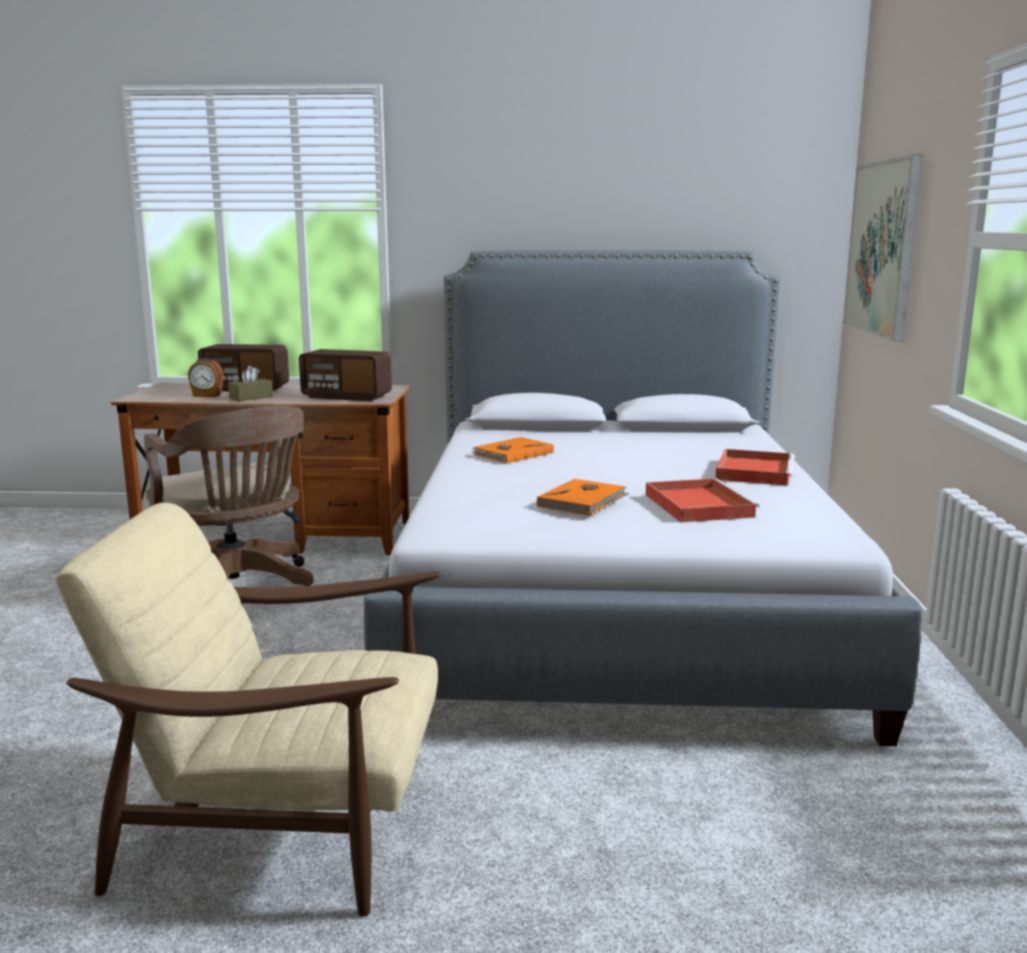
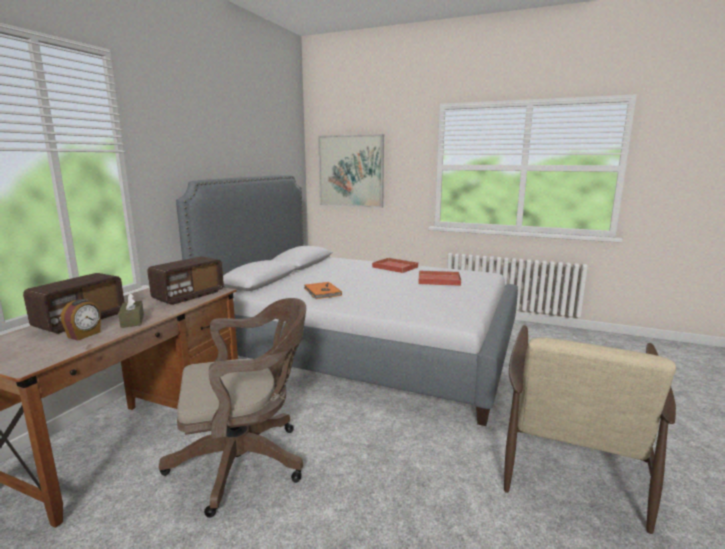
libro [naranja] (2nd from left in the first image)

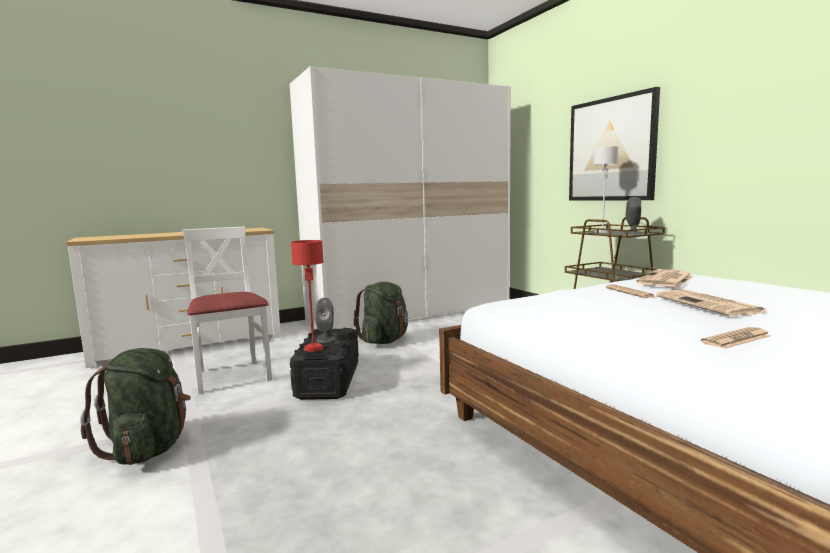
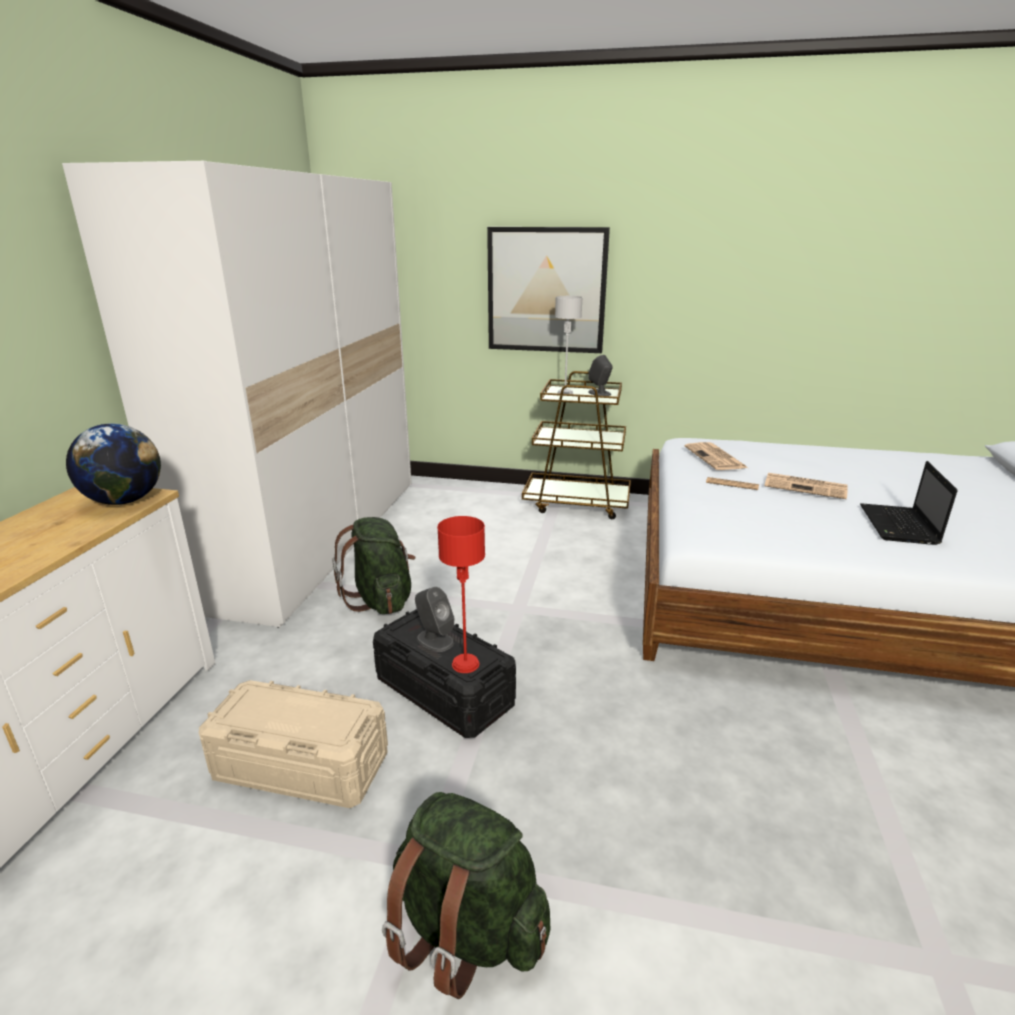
globo terráqueo
caja de almacenaje [beis]
portátil

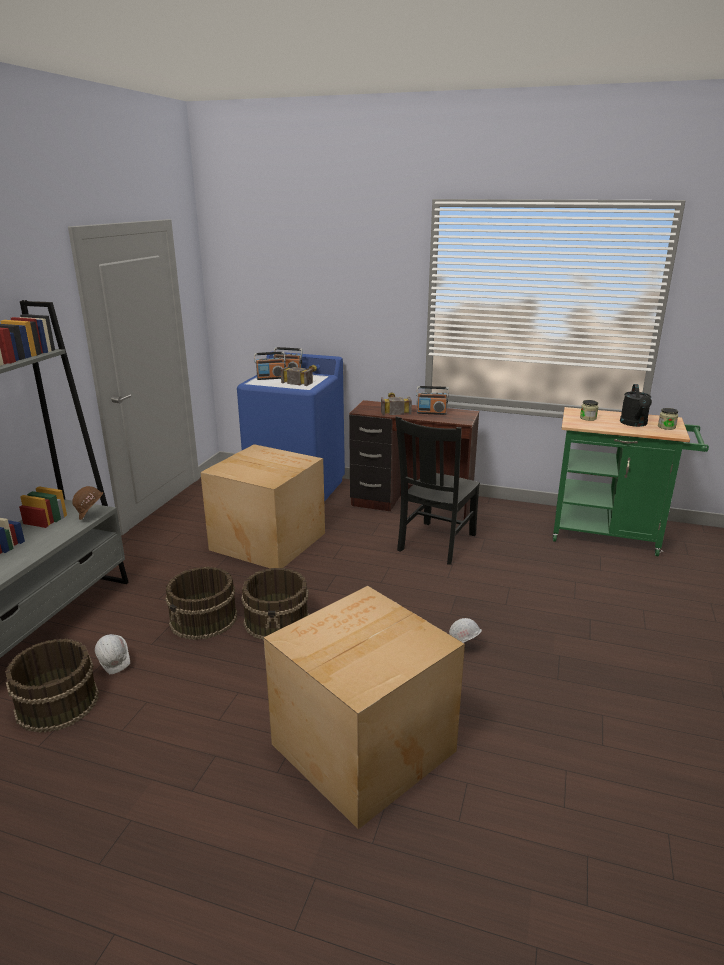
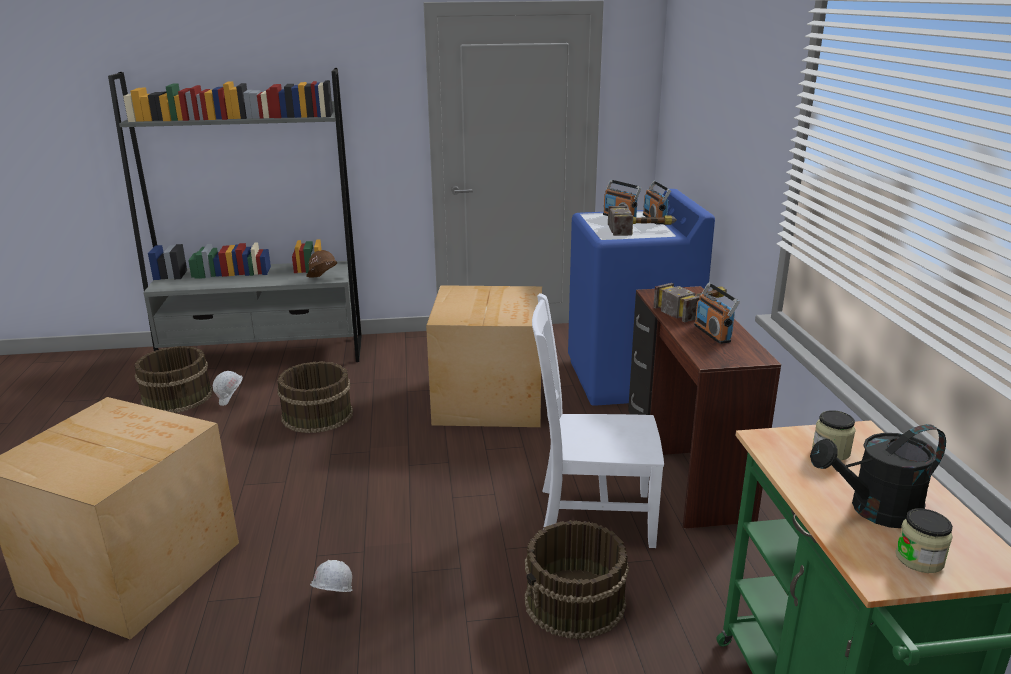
cubo [marrón] (3rd from left)
silla [blanco]

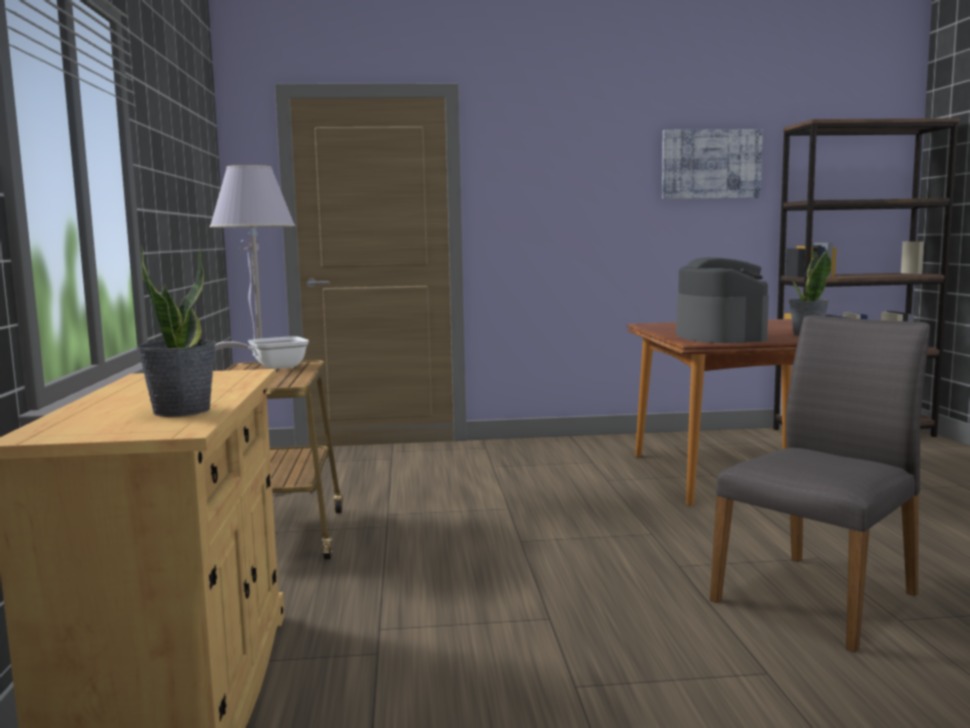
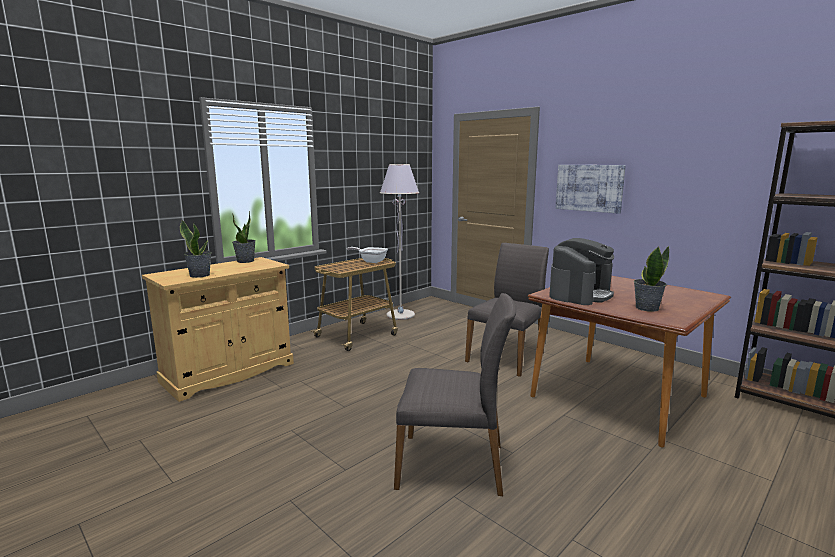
planta en maceta (2nd from left)
silla [gris] (2nd from left)
cuadro

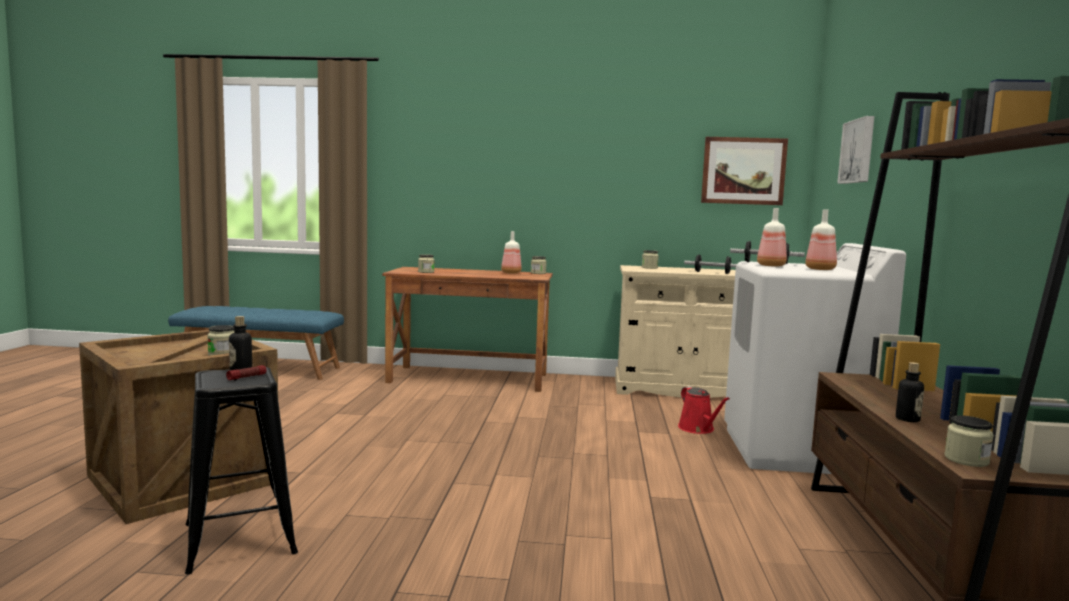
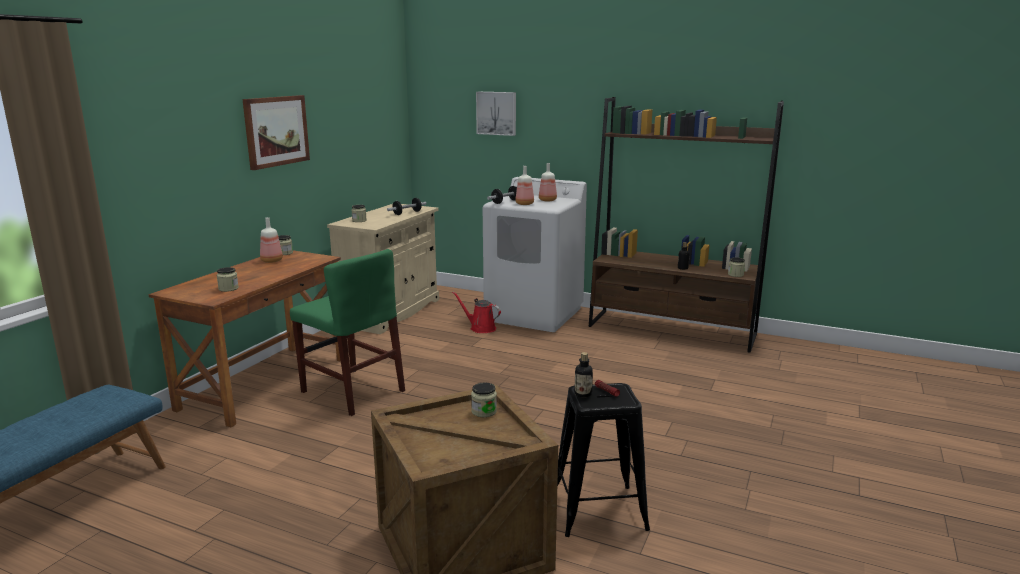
silla [verde]
cuadro (1st from left)
regadera [rojo]

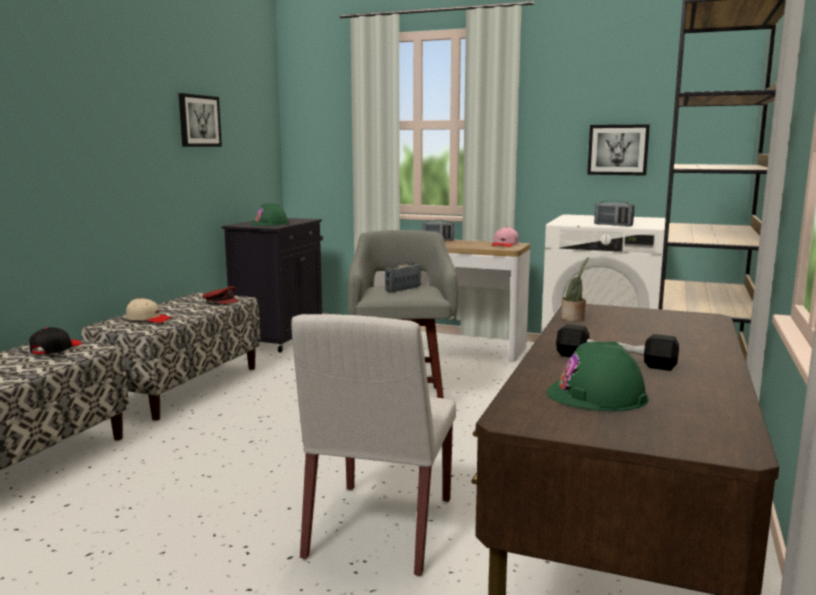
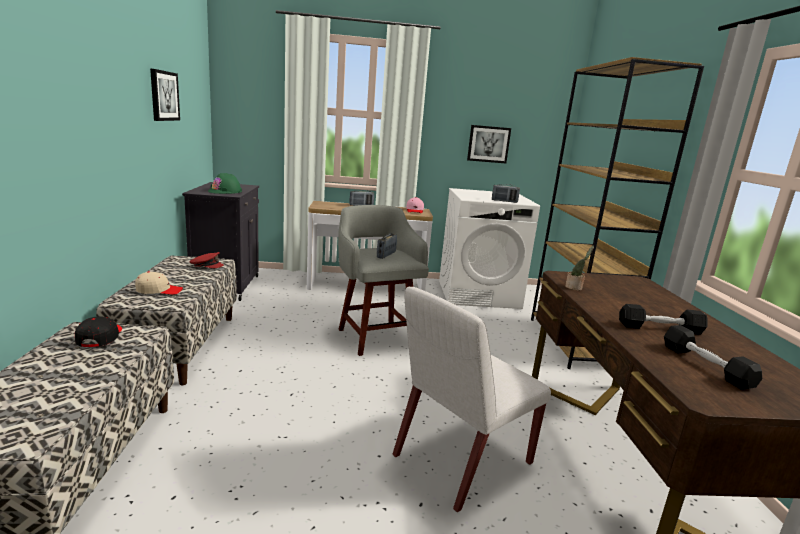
mancuerna [negro] (2nd from left)
silla [blanco]

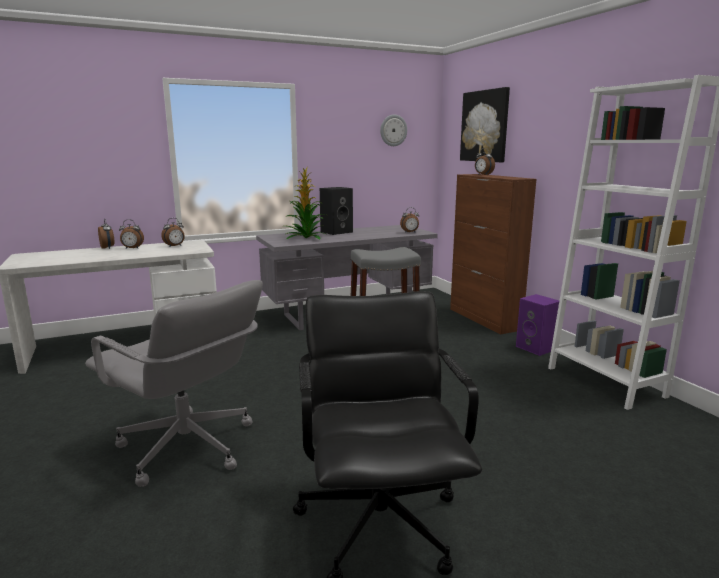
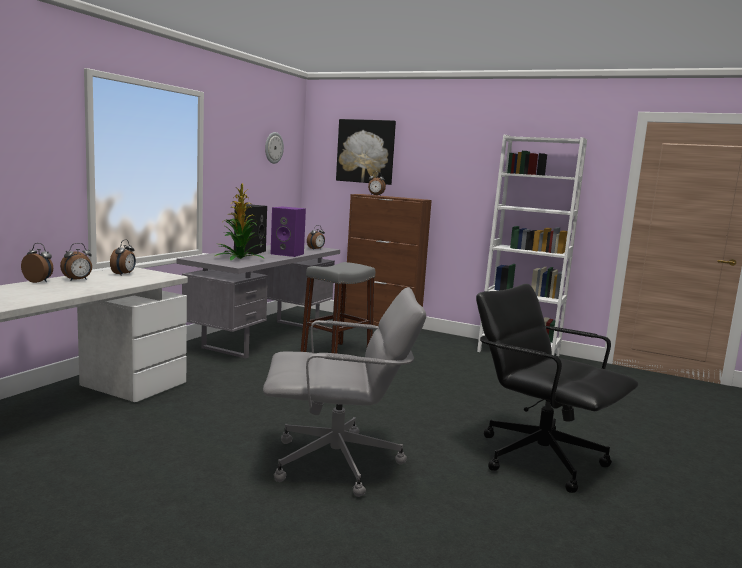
altavoz [morado]

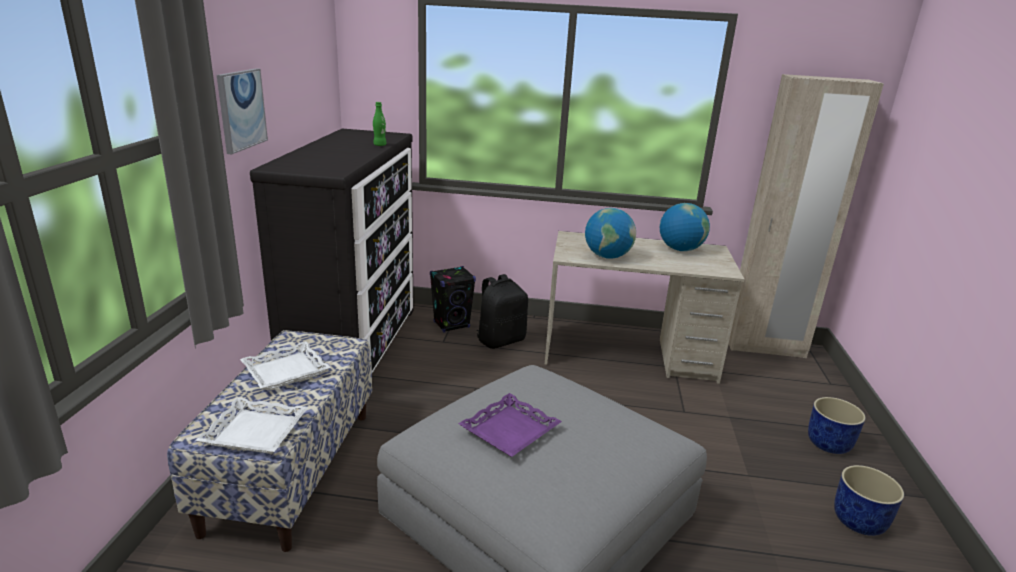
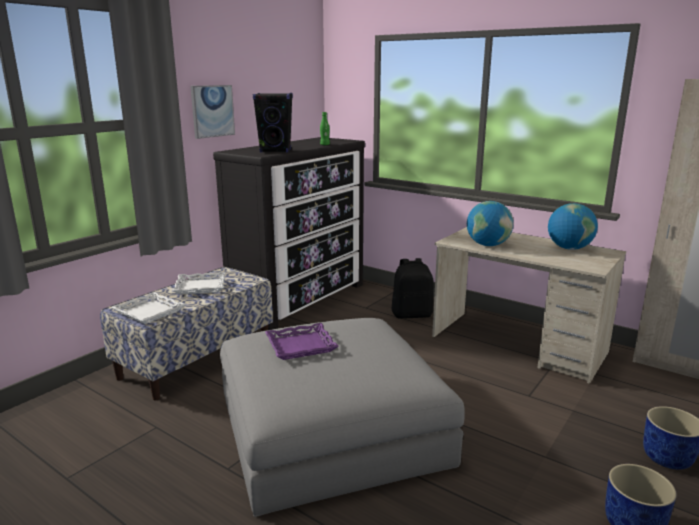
altavoz [negro]

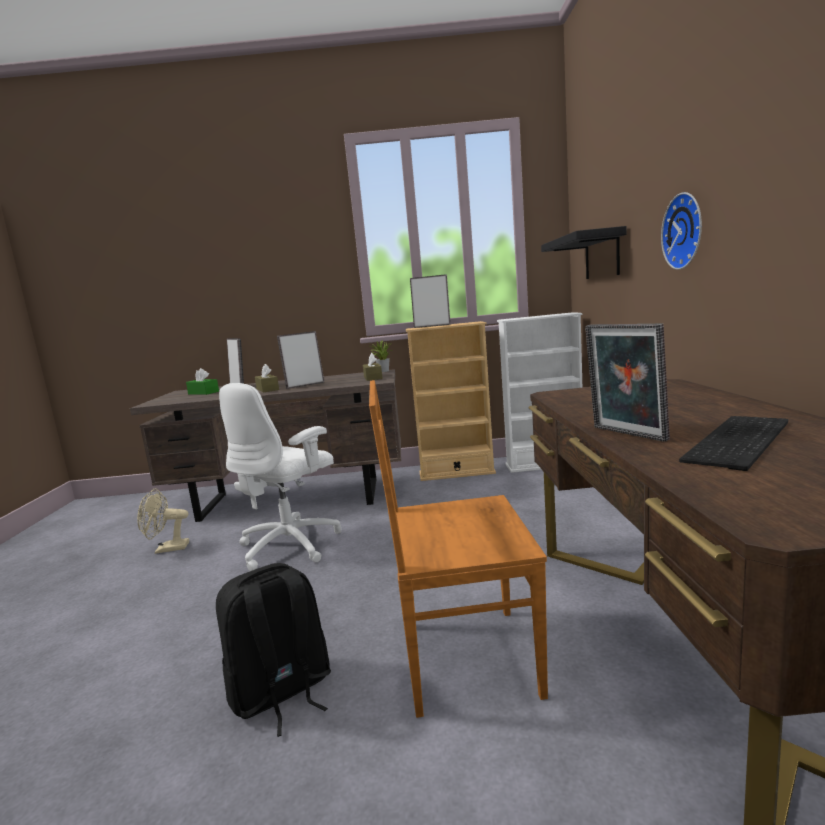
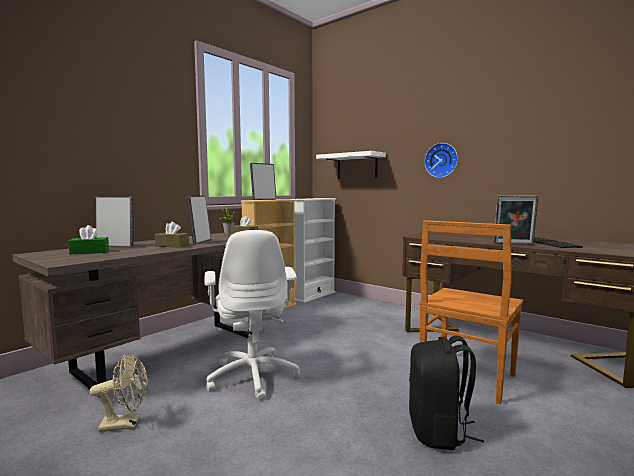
estante [blanco]
ventilador [beis]

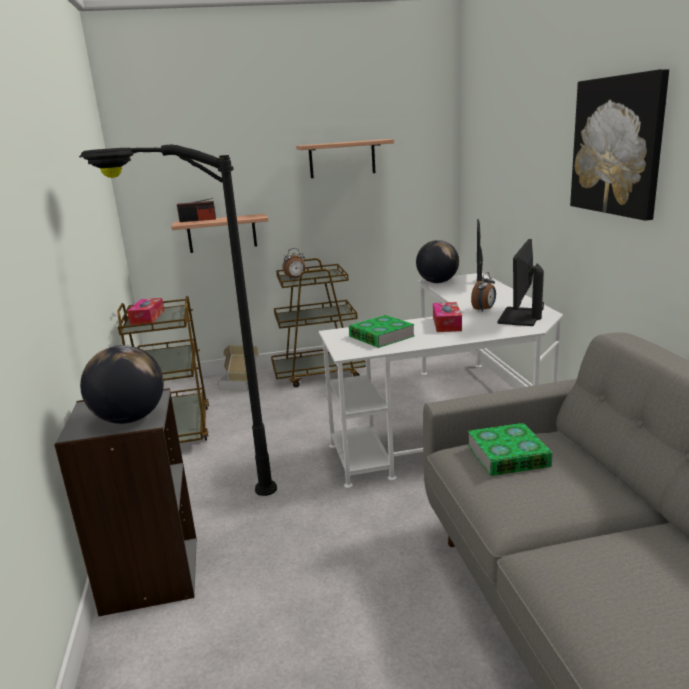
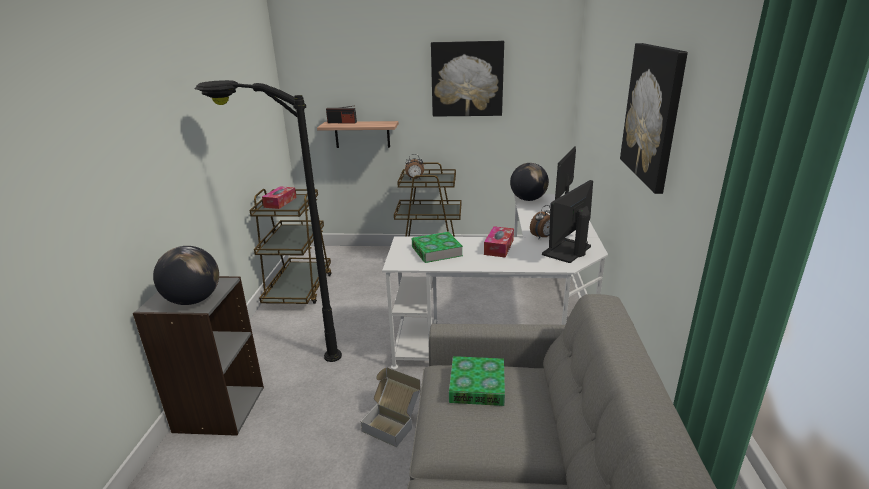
caja de cartón
cuadro (1st from left)

